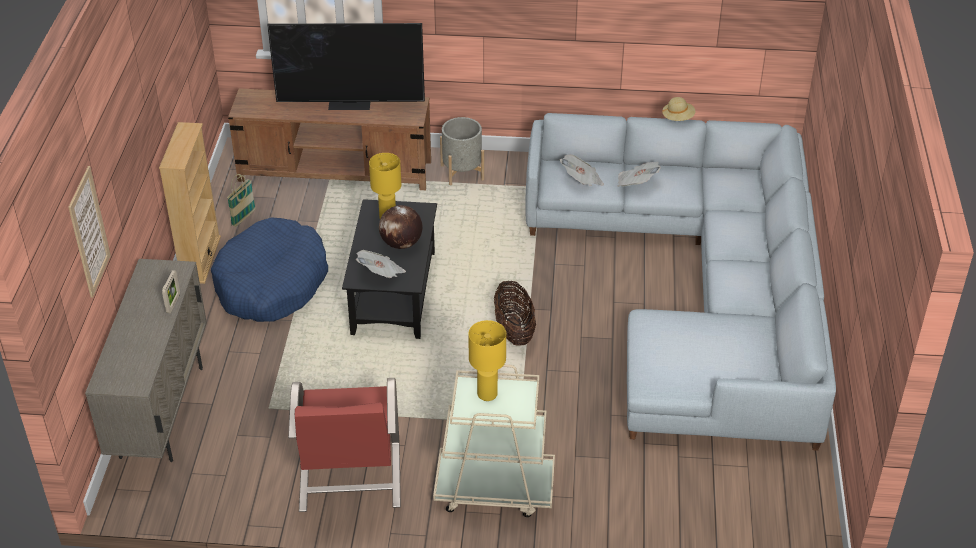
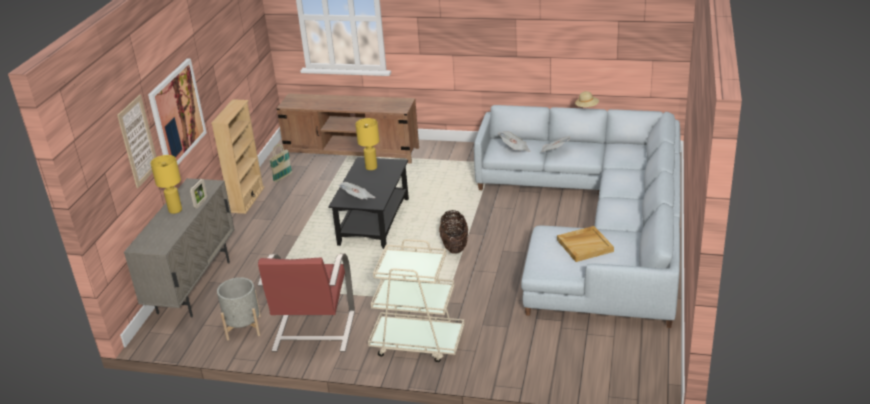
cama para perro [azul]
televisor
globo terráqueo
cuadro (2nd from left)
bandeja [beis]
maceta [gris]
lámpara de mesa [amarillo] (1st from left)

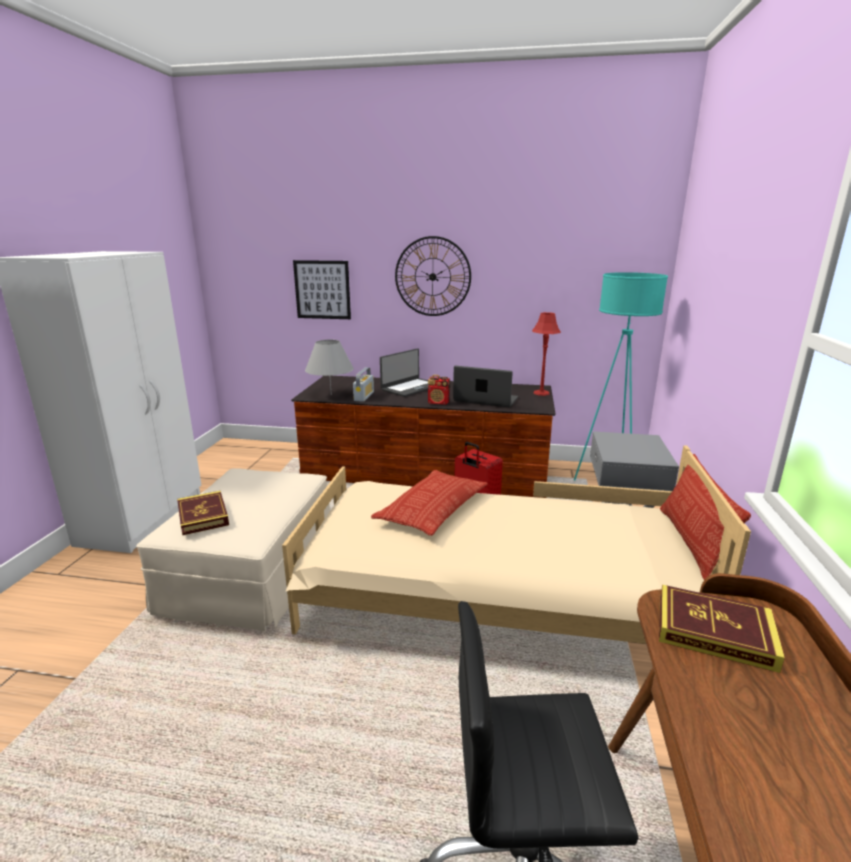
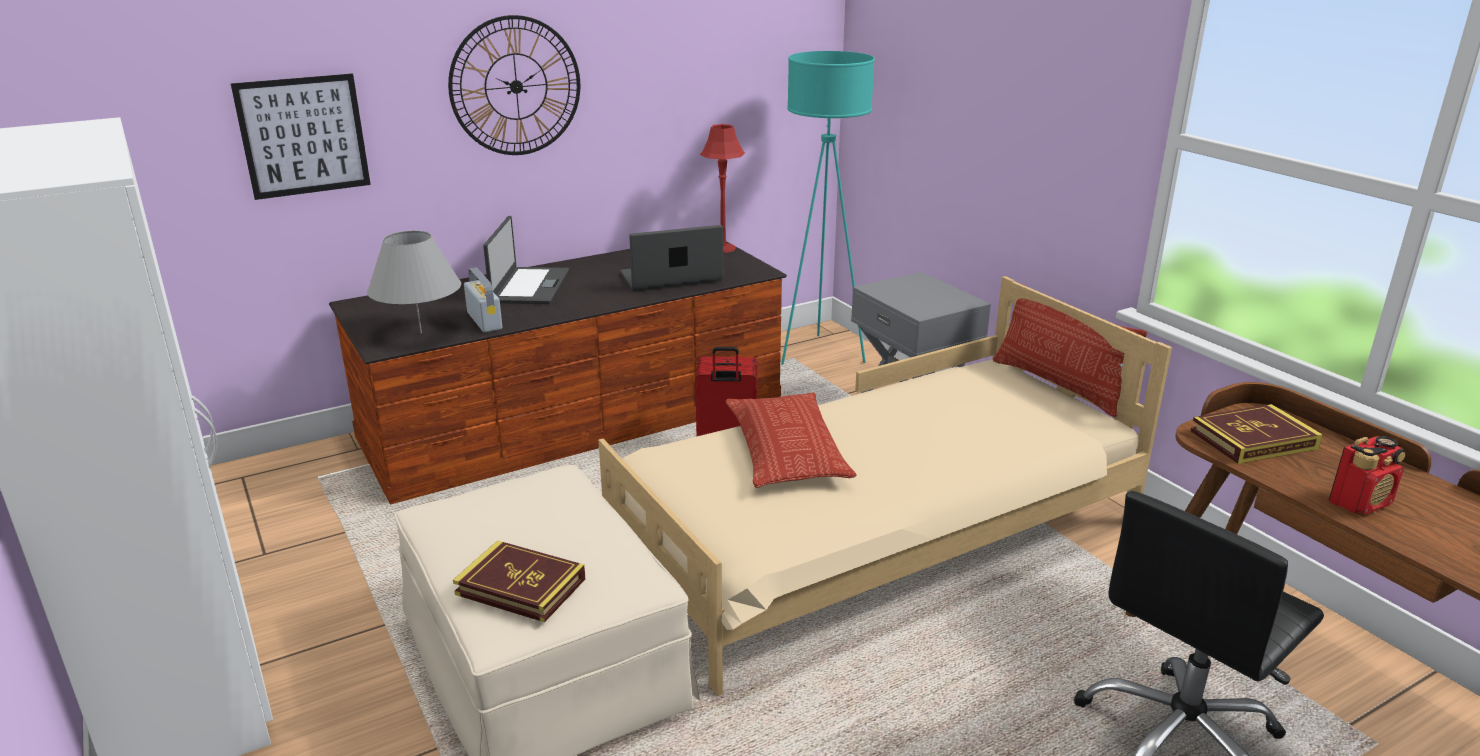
radio (2nd from left)

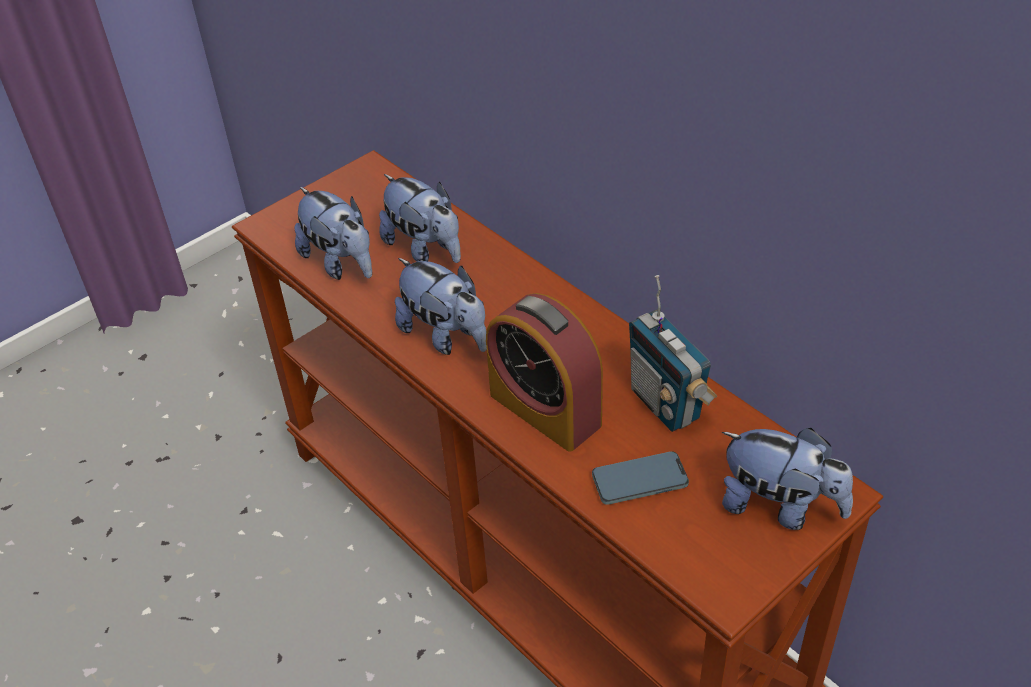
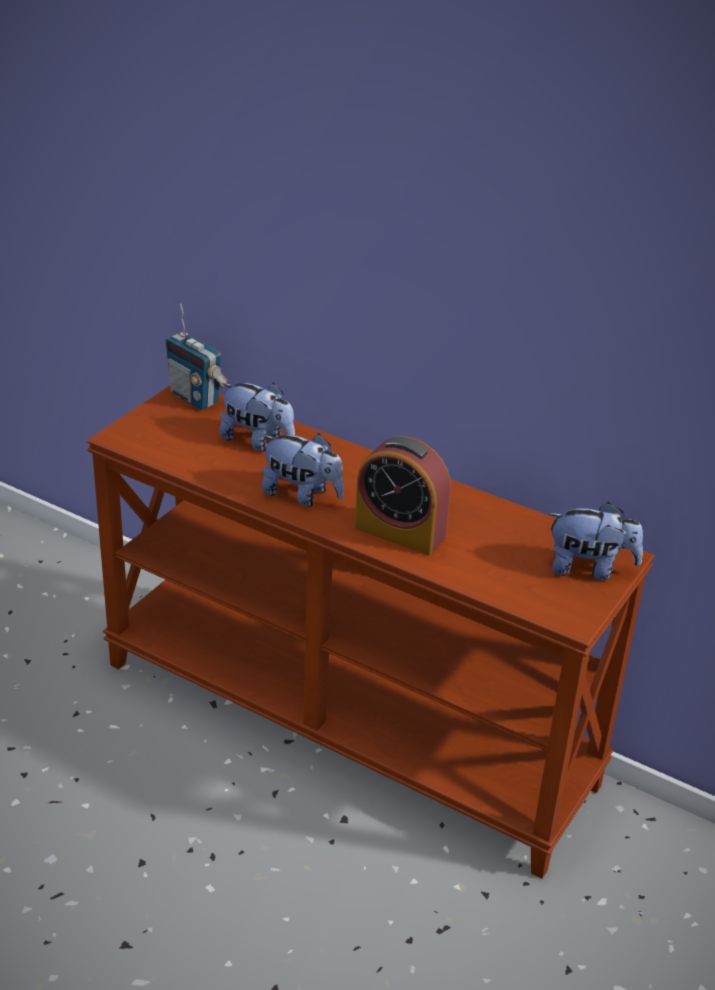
peluche (1st from left in the first image)
móvil
radio

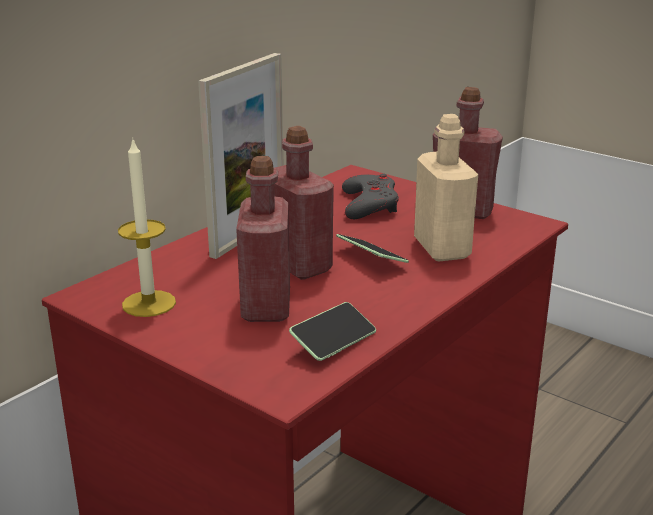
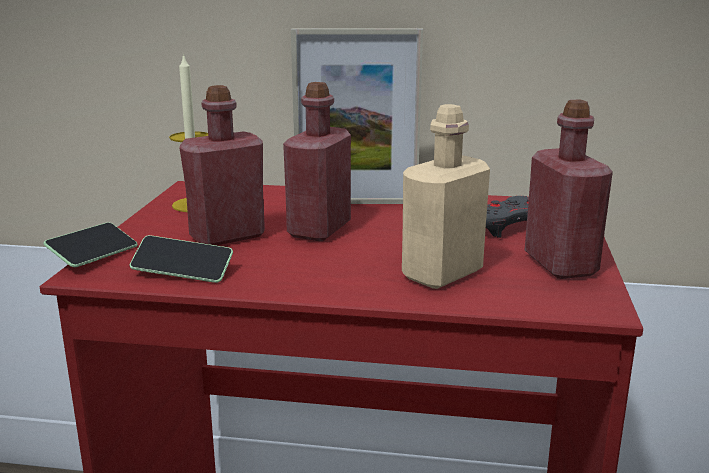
móvil (1st from left)

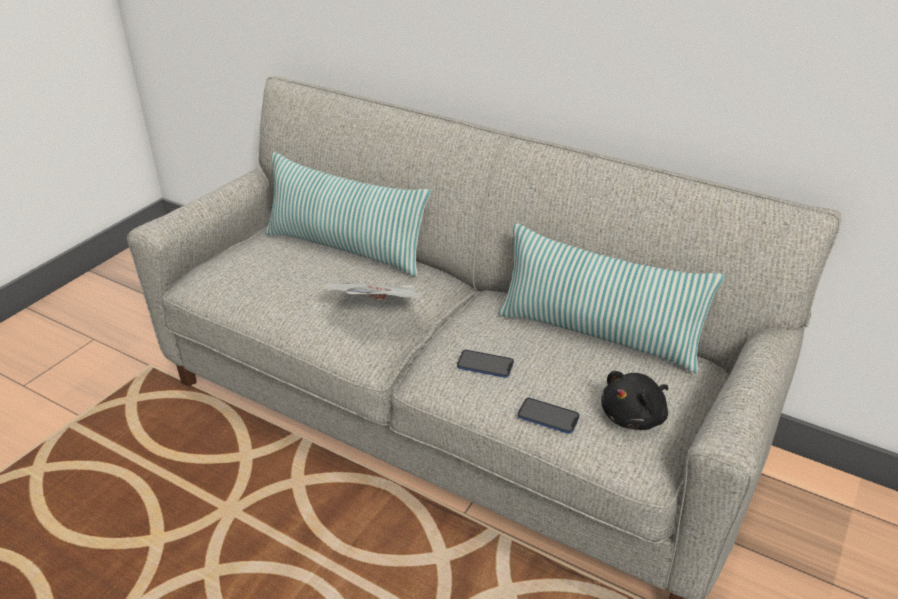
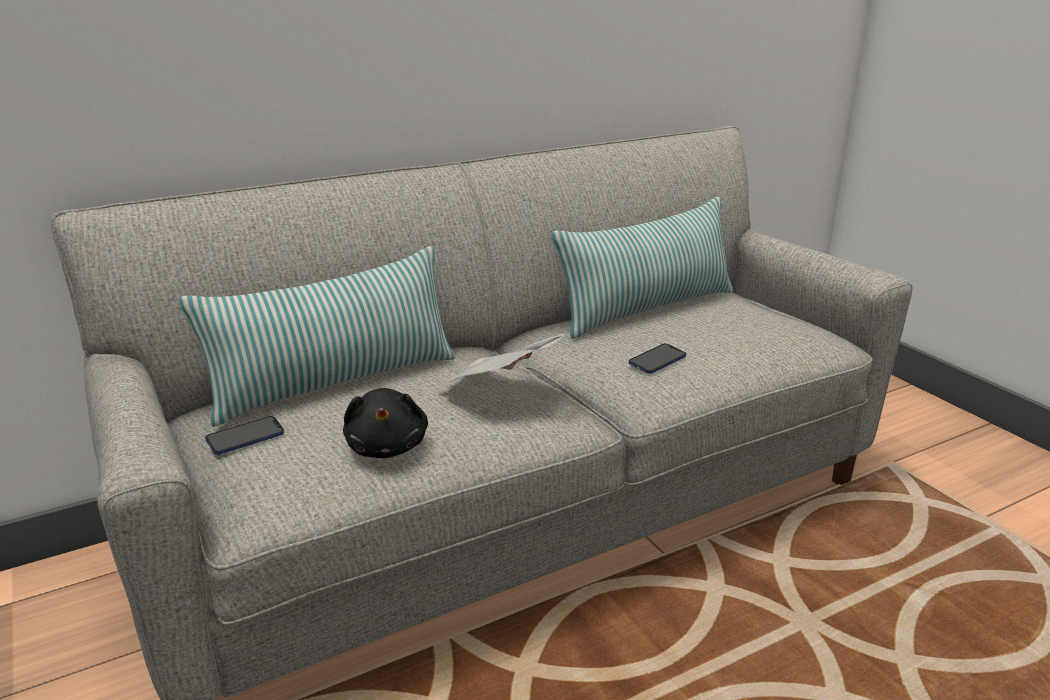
móvil (1st from left)
peluche [negro]

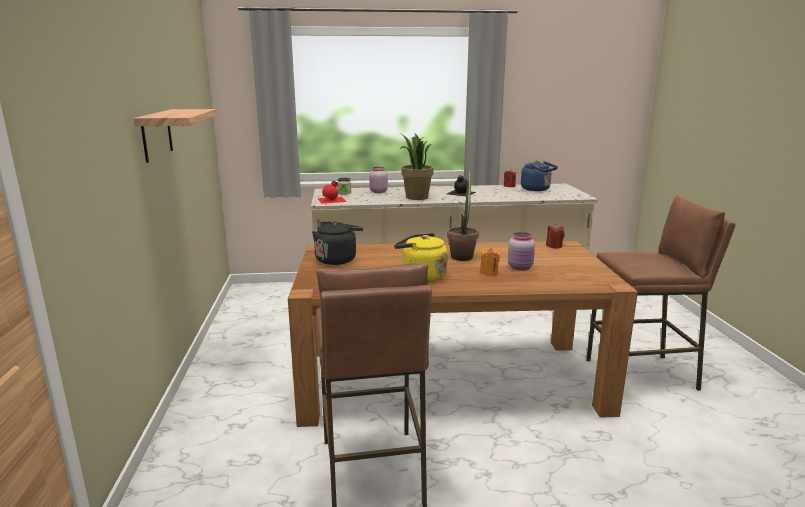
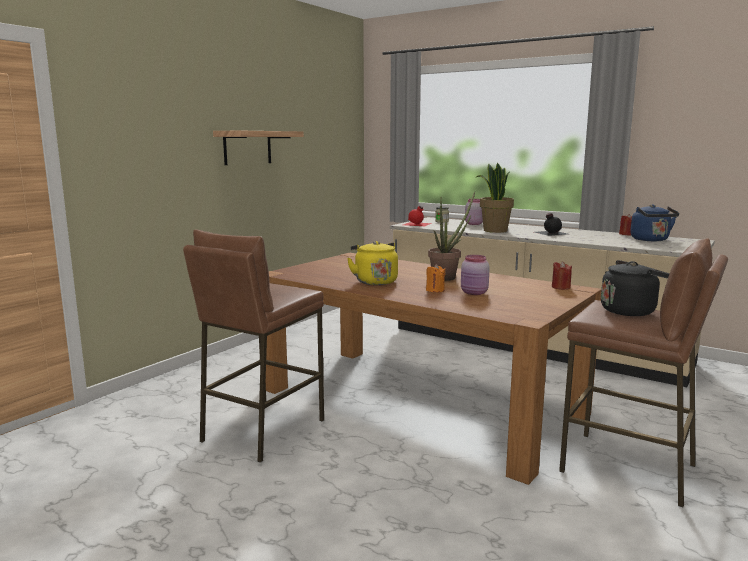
hervidor [negro]

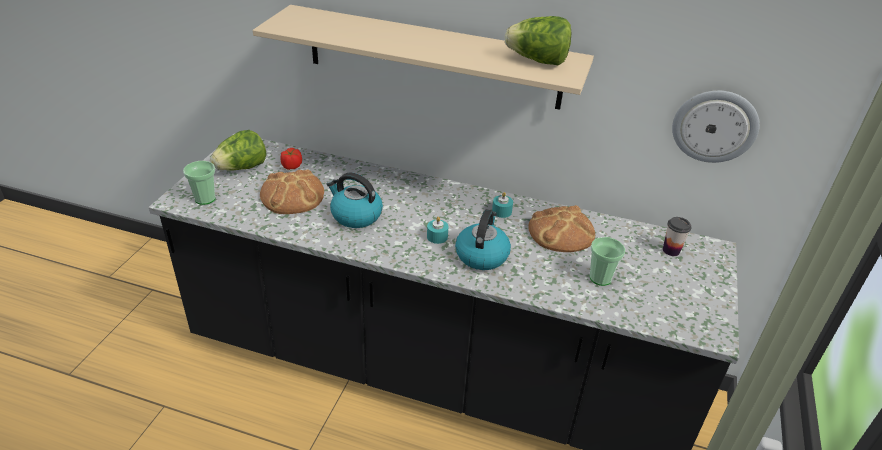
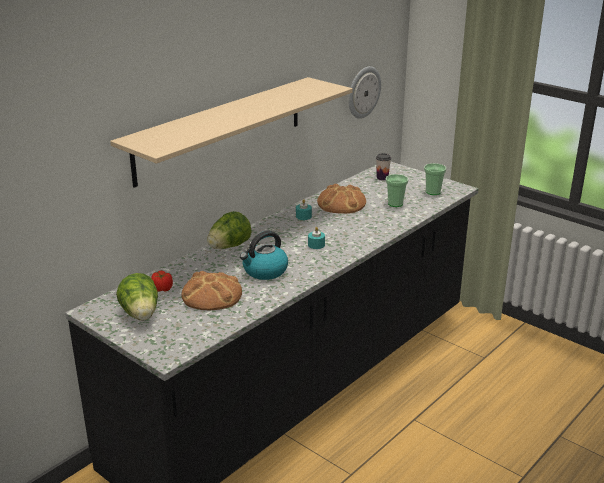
hervidor (2nd from left in the first image)
taza (3rd from left)
lechuga (2nd from left)

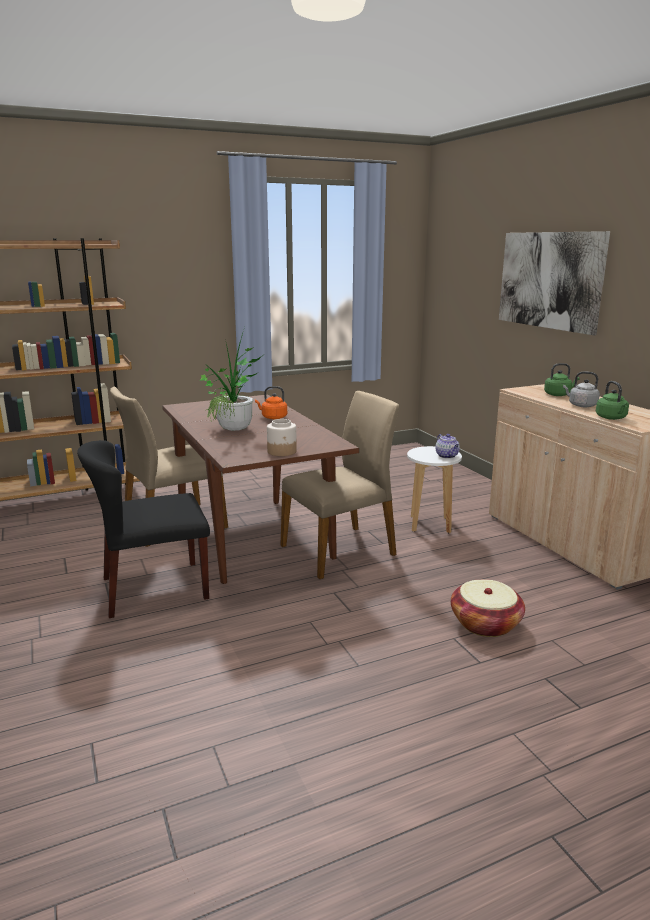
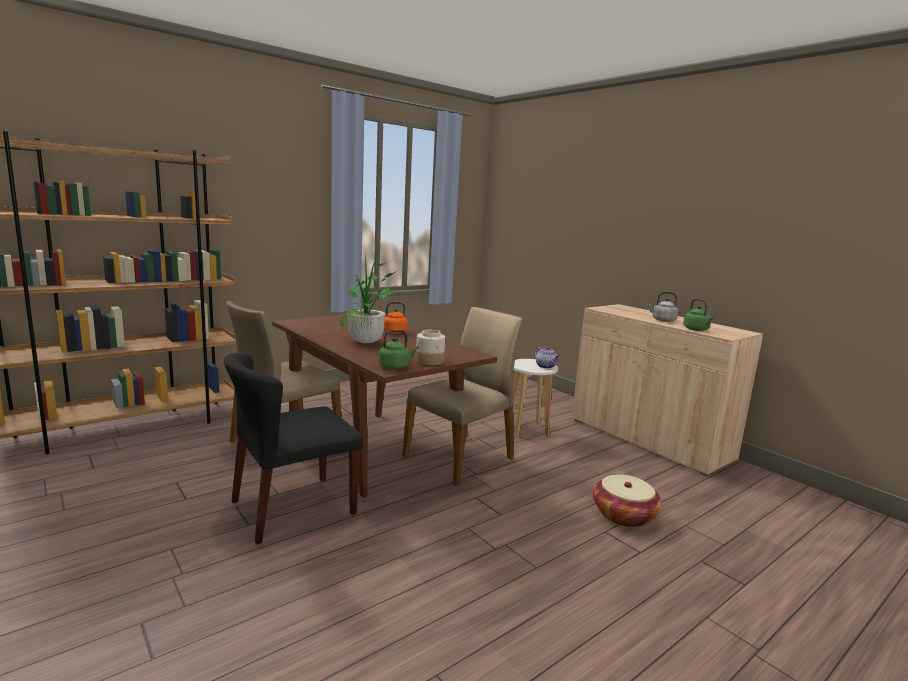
cuadro
hervidor [verde] (1st from left)

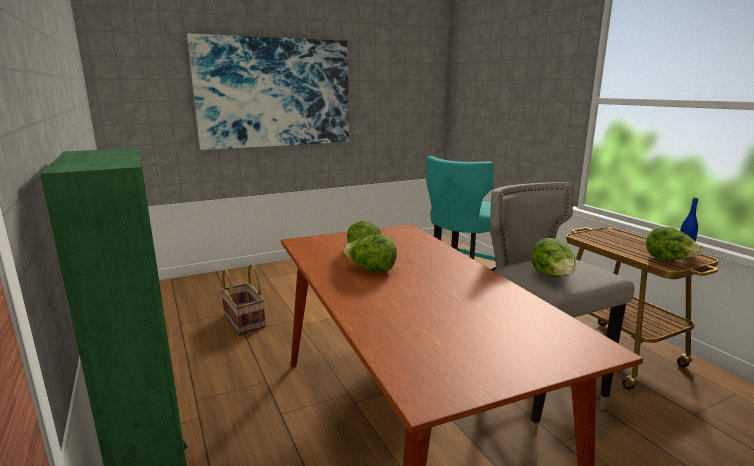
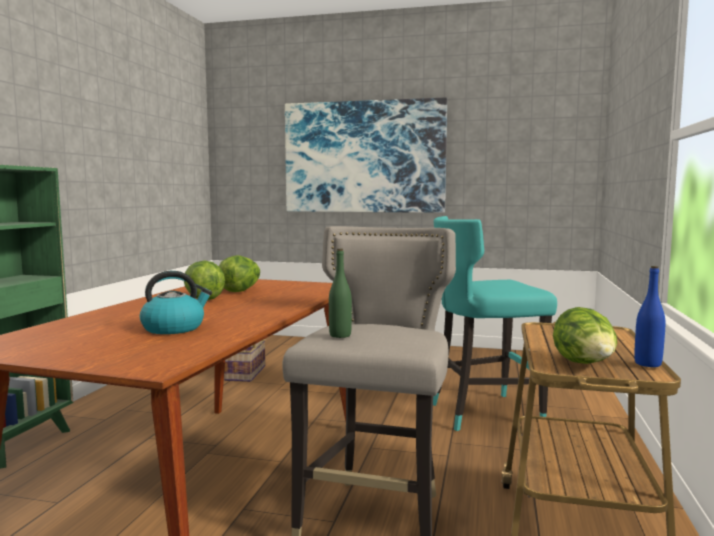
hervidor
botella [verde]

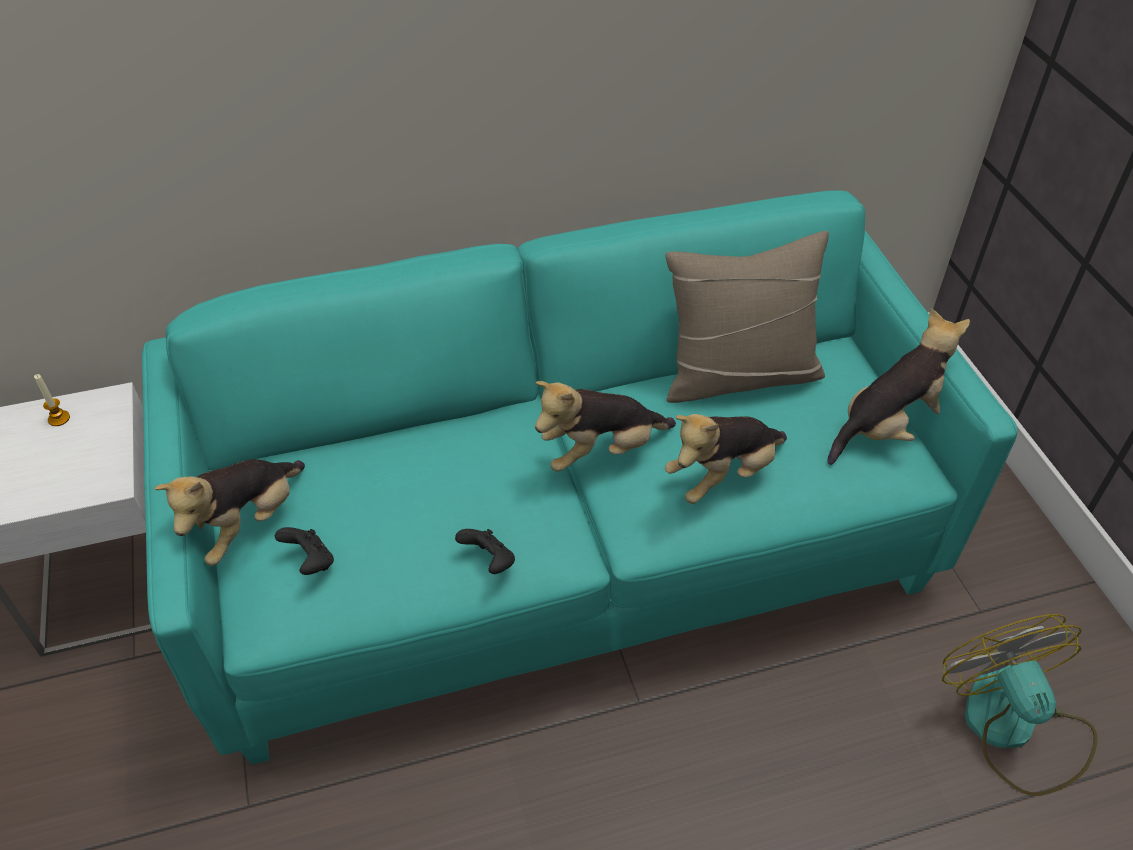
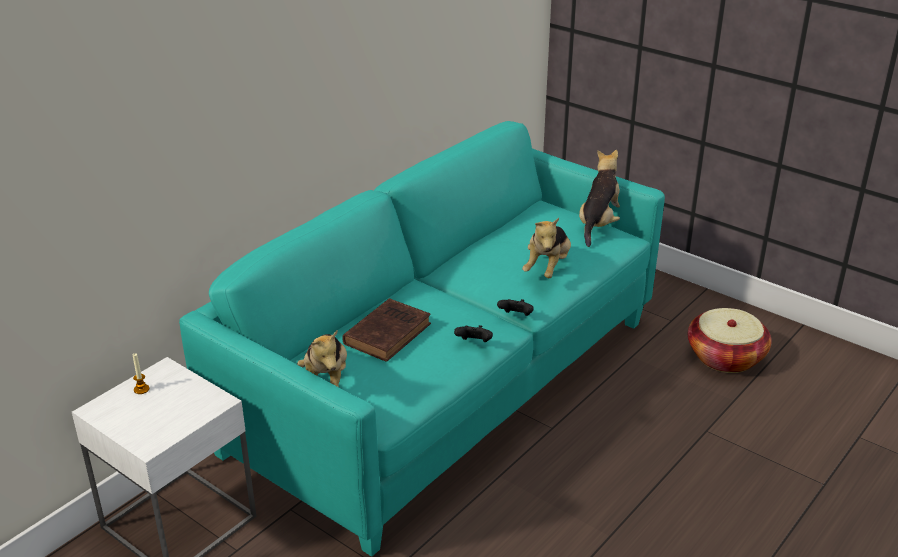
peluche (2nd from left in the first image)
cojín [beis]
libro [marrón]
mando de consola [negro] (2nd from left)
cesta

